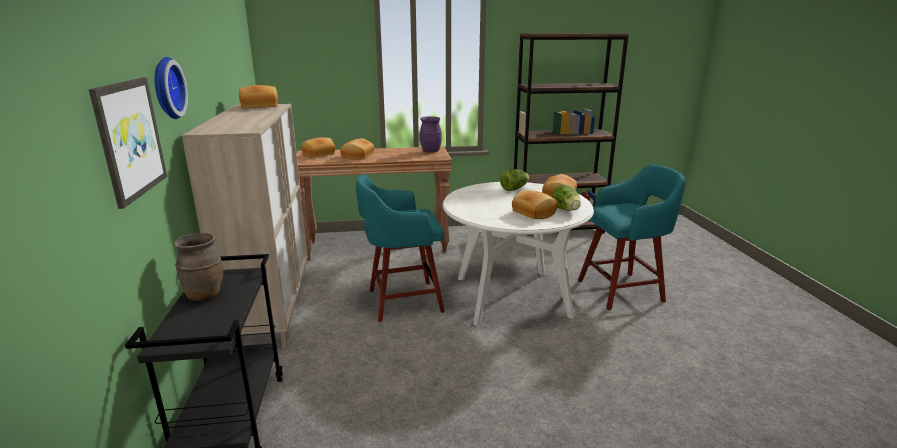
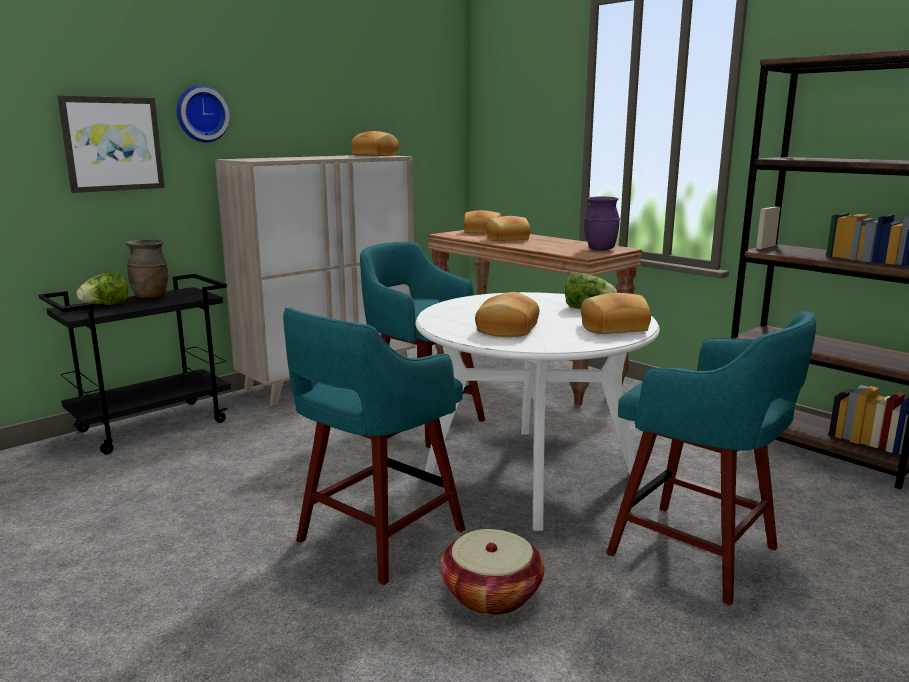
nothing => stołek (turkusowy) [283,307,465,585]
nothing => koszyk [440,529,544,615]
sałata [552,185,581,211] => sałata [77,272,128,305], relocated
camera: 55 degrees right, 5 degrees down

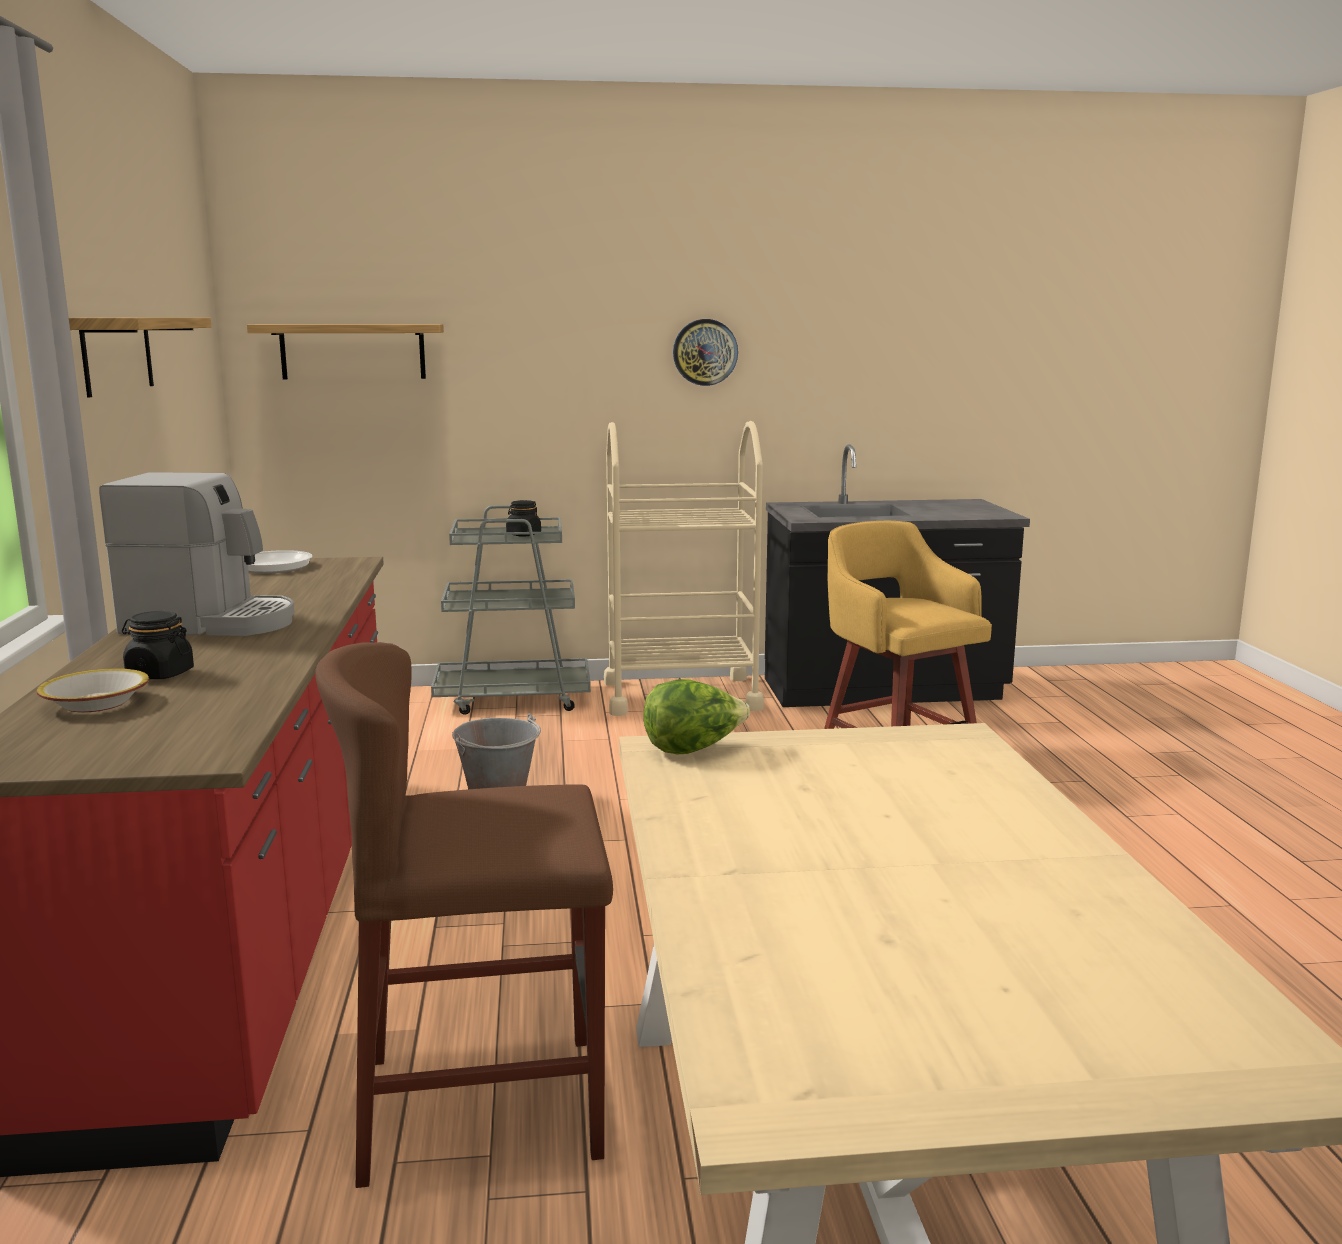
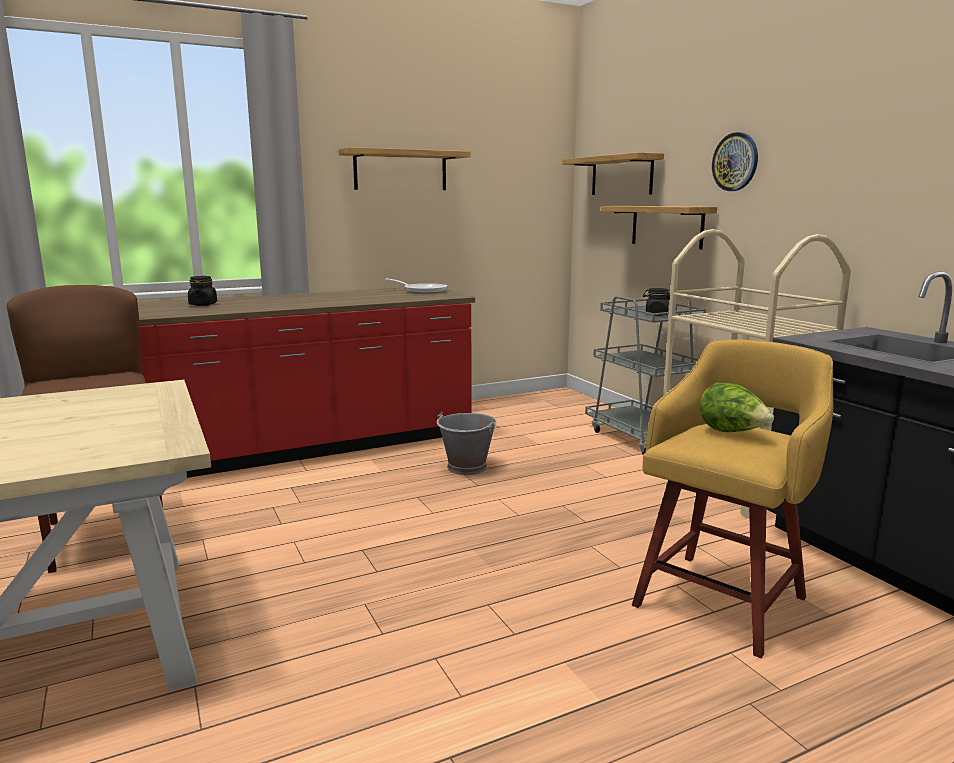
miska [37,668,149,712] => nothing
ekspres do kawy [99,472,294,636] => nothing
nothing => półka [601,206,717,249]
sałata [643,679,750,755] => sałata [700,383,774,432], relocated
zegar ścienny [673,319,738,386] => zegar ścienny [712,132,758,191], relocated
camera: 70 degrees right, 0 degrees up

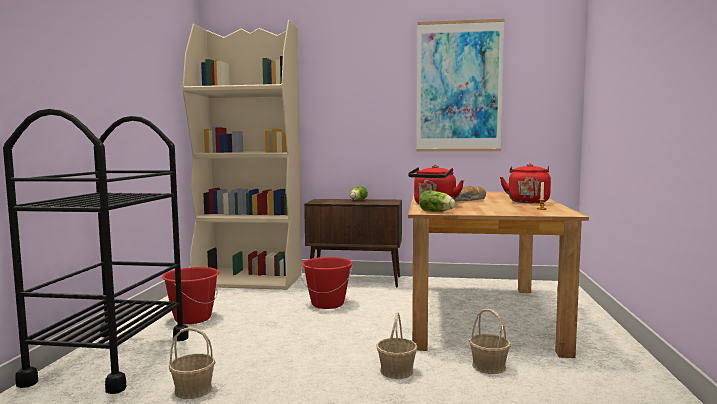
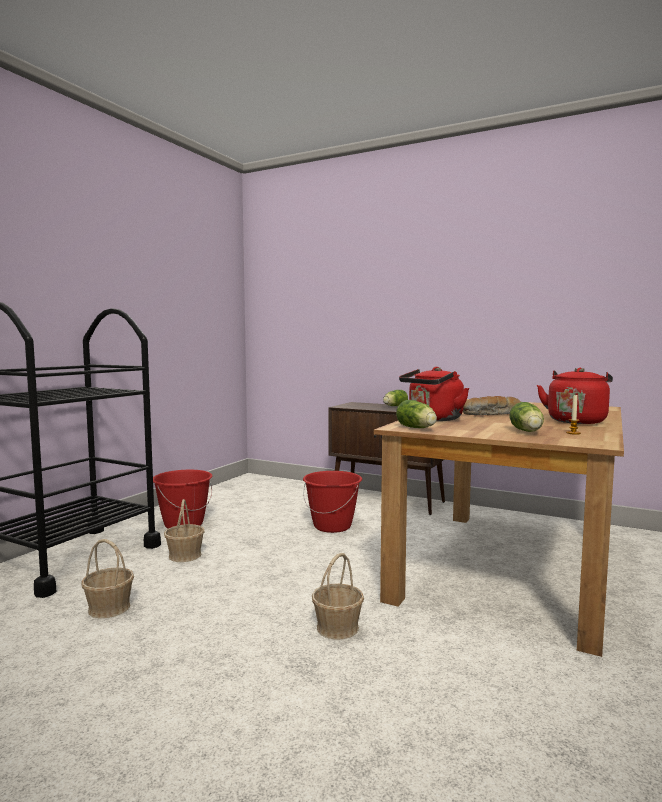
regał (beżowy) [183,20,302,290] => nothing
obraz [417,19,504,151] => nothing
nothing => sałata [510,402,544,432]
koszyk [469,309,511,374] => koszyk [164,499,205,562], relocated
camera: 20 degrees right, 0 degrees up

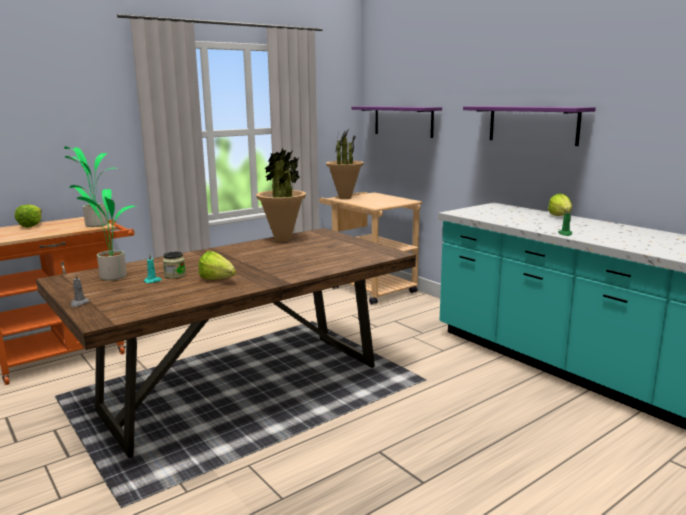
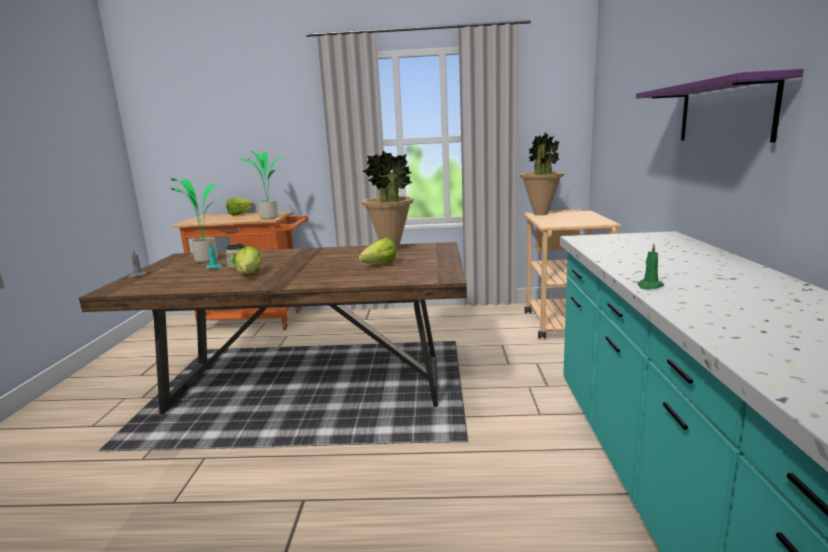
półka (fioletowy) [352,106,442,138] => nothing
sałata [548,193,572,216] => sałata [359,238,396,264], relocated
camera: 40 degrees right, 0 degrees up

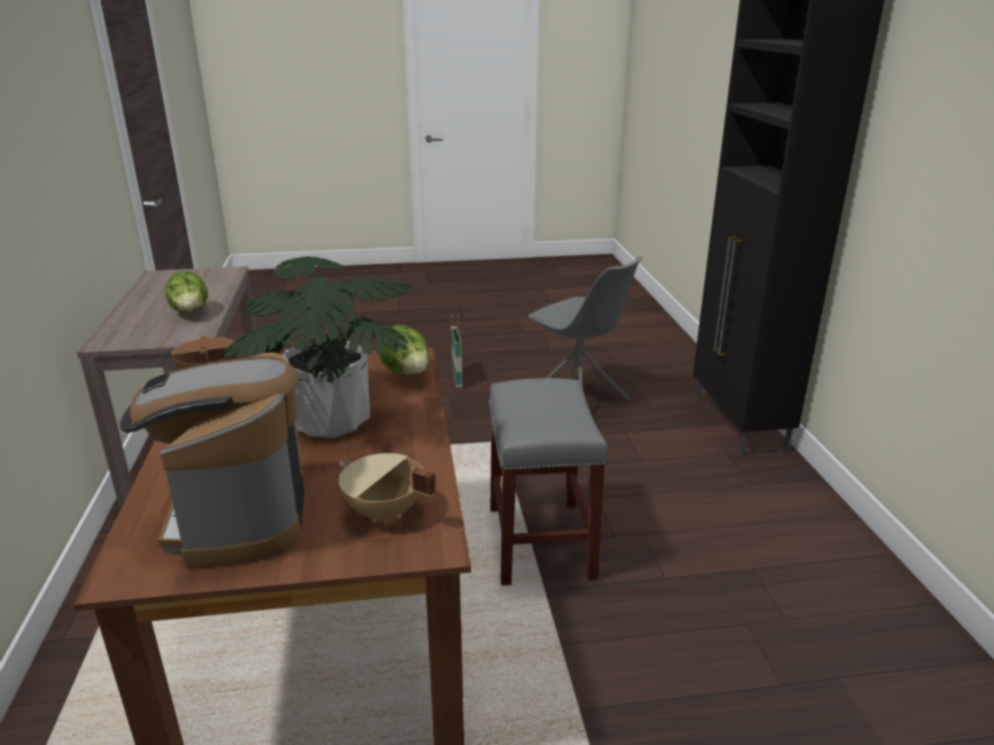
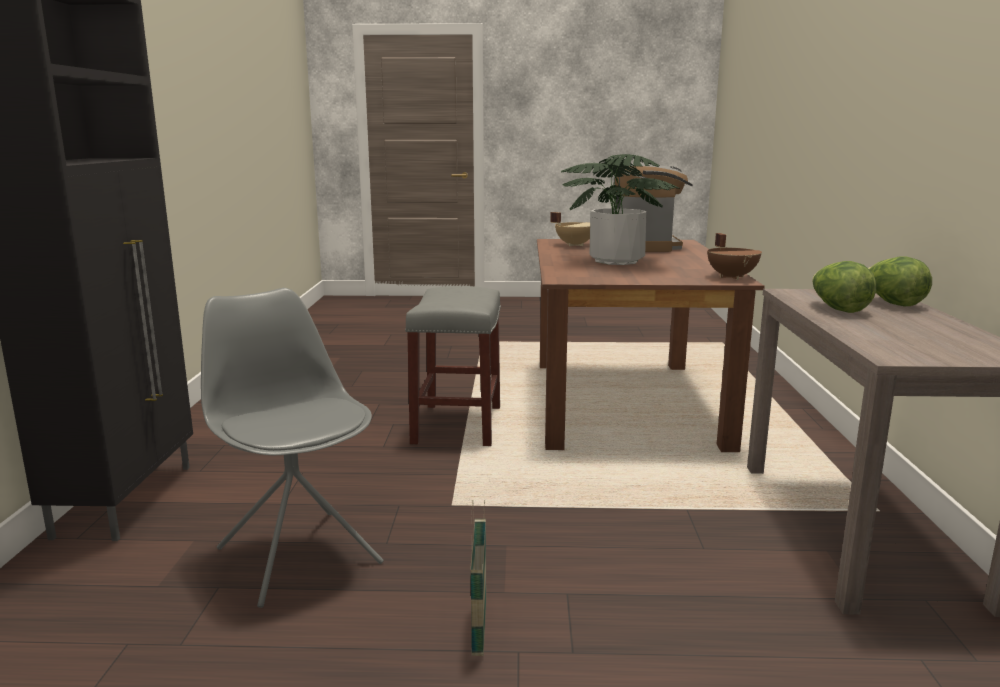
sałata [379,325,430,375] => sałata [868,256,932,306], relocated
camera: 170 degrees left, 10 degrees down

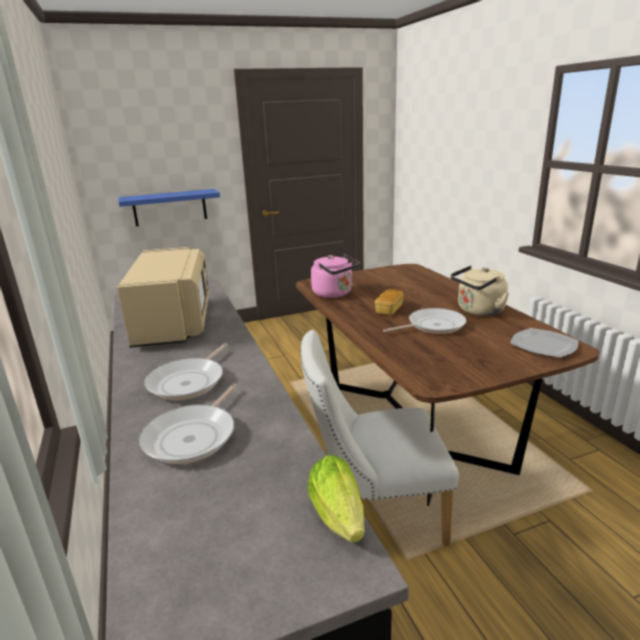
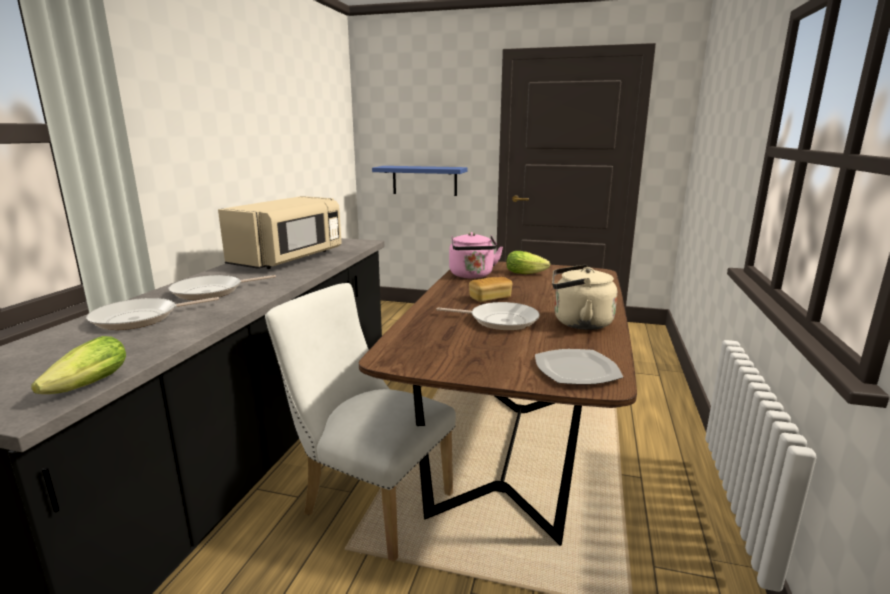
nothing => sałata [506,251,550,274]
camera: 35 degrees right, 5 degrees down

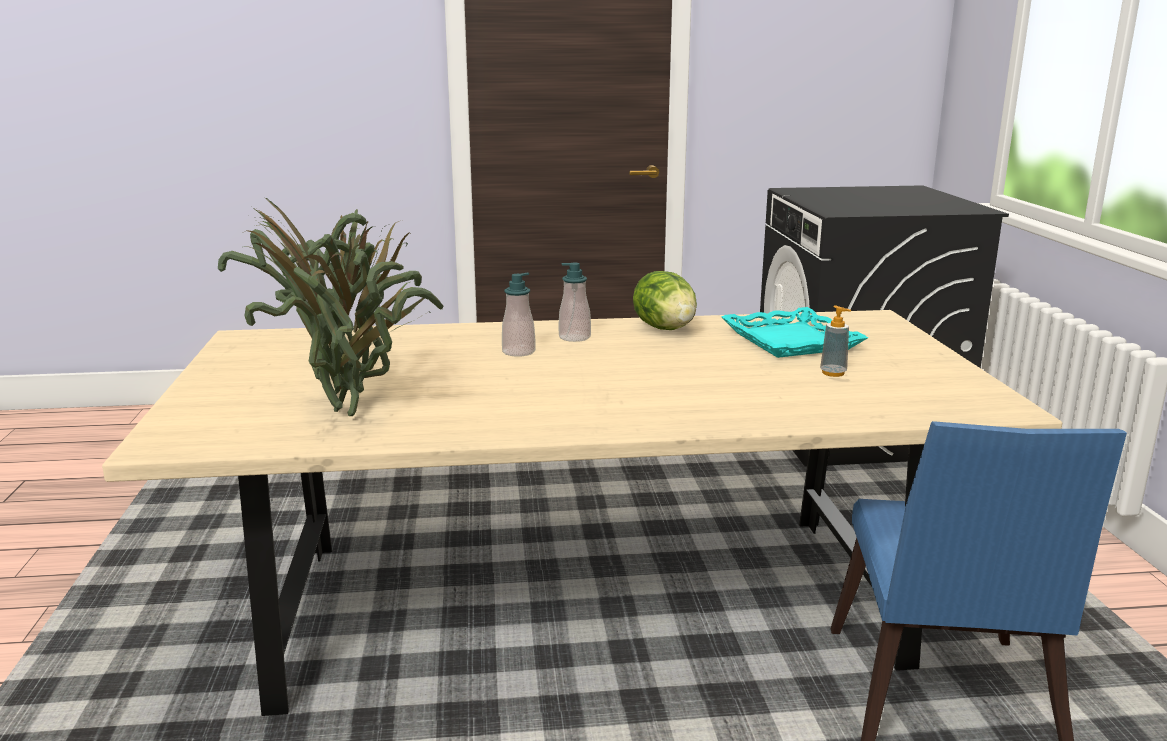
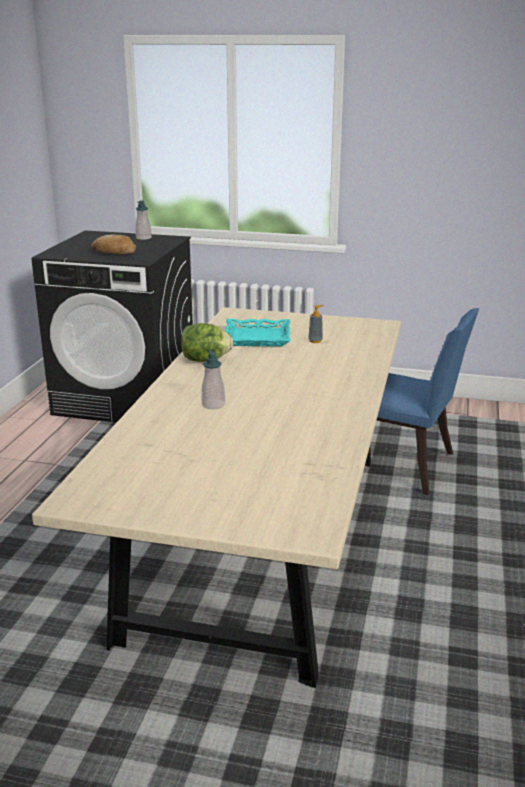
roślina doniczkowa [218,196,444,416] => nothing
nothing => chleb [92,235,136,254]
dozownik mydła [559,262,591,342] => dozownik mydła [135,200,152,240], relocated
camera: 70 degrees left, 5 degrees up

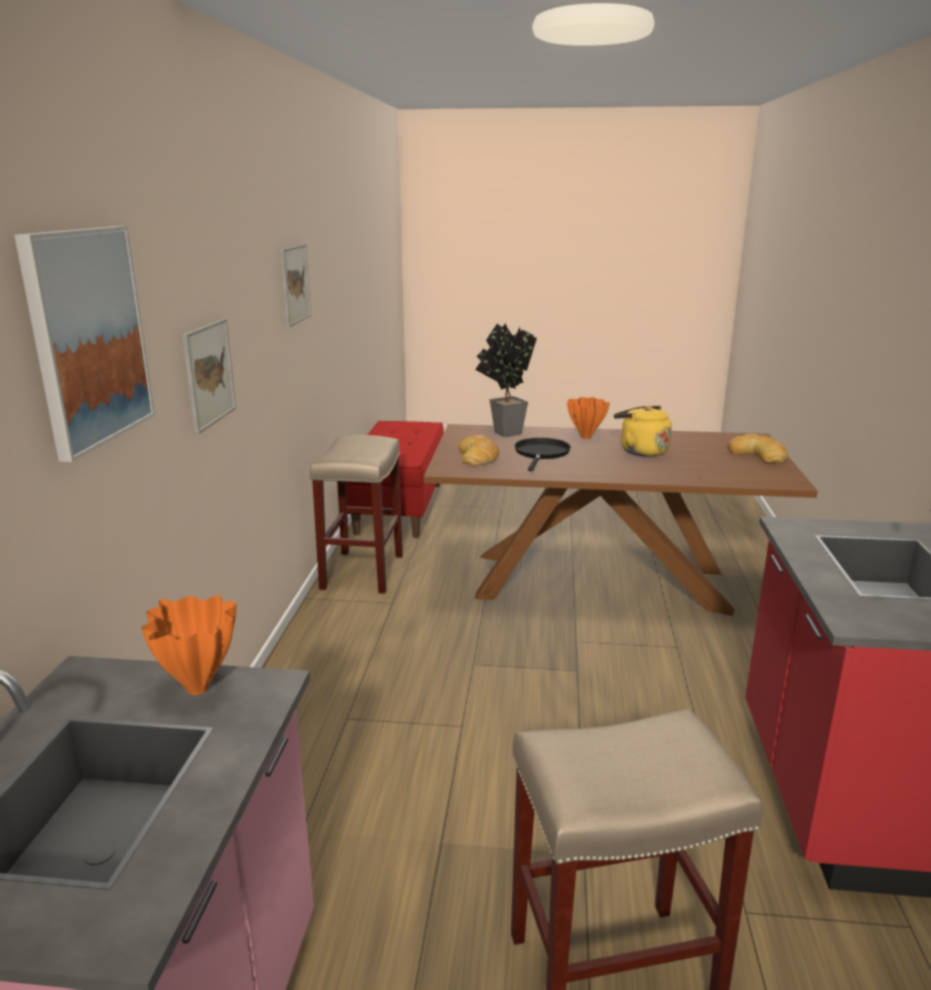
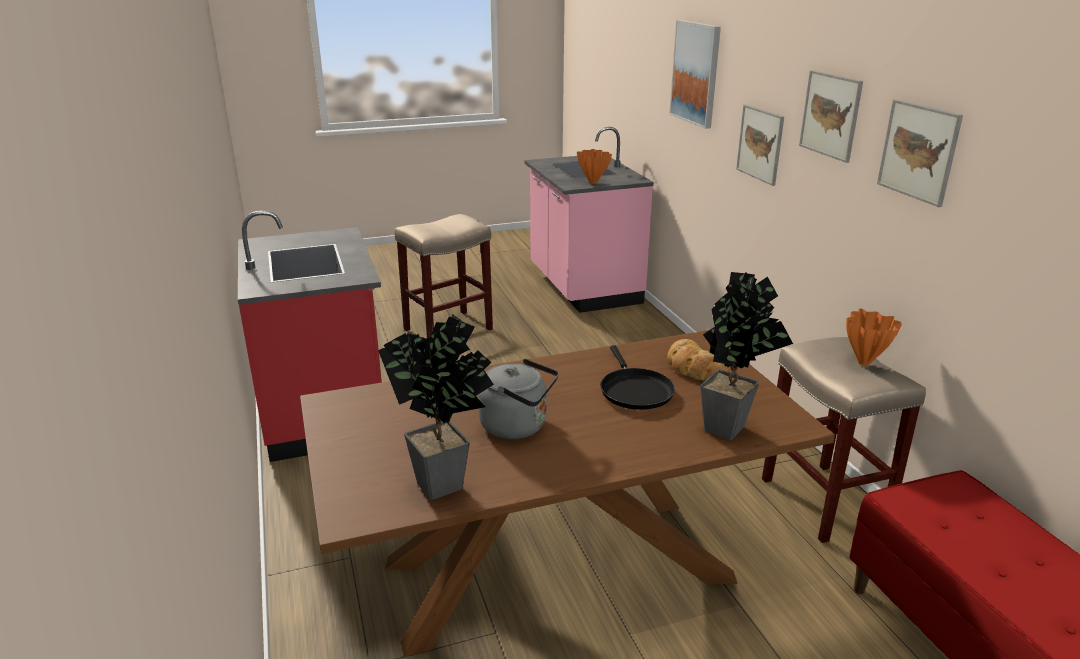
chleb [728,434,788,464] => nothing
nothing => roślina doniczkowa [378,314,494,500]
nothing => obraz [799,70,863,163]
wazon (pomarańczowy) [567,397,610,439] => wazon (pomarańczowy) [846,309,902,366], relocated
czajnik (żółty) [614,406,672,457] => czajnik (szary) [478,359,558,439]
camera: 155 degrees right, 5 degrees up

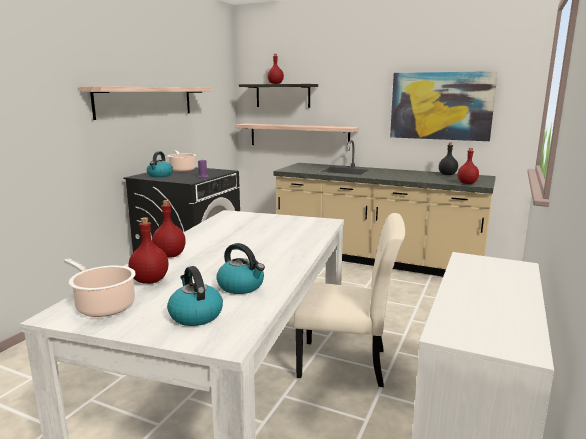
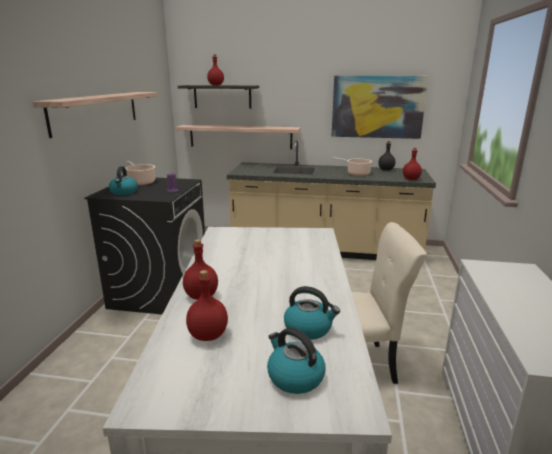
garnek [64,259,136,317] => garnek [332,157,372,176], relocated
camera: 15 degrees left, 5 degrees up

